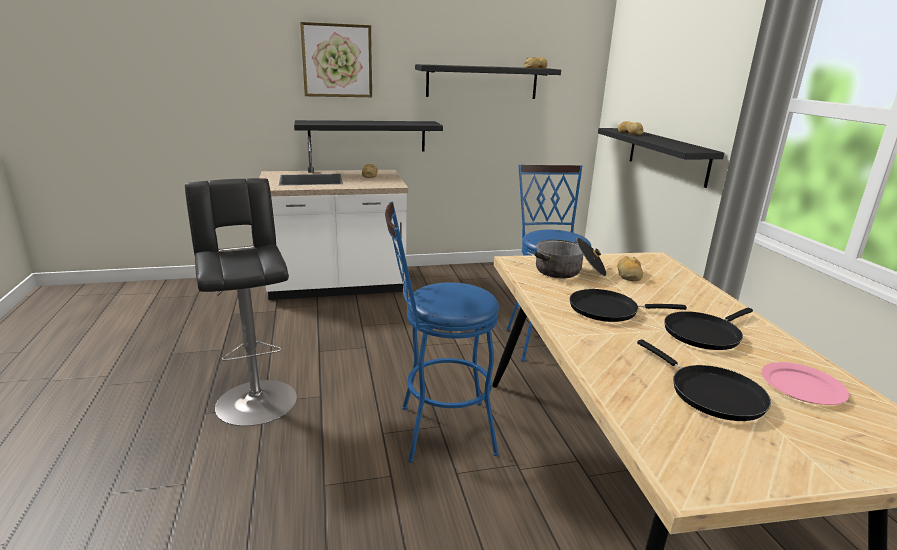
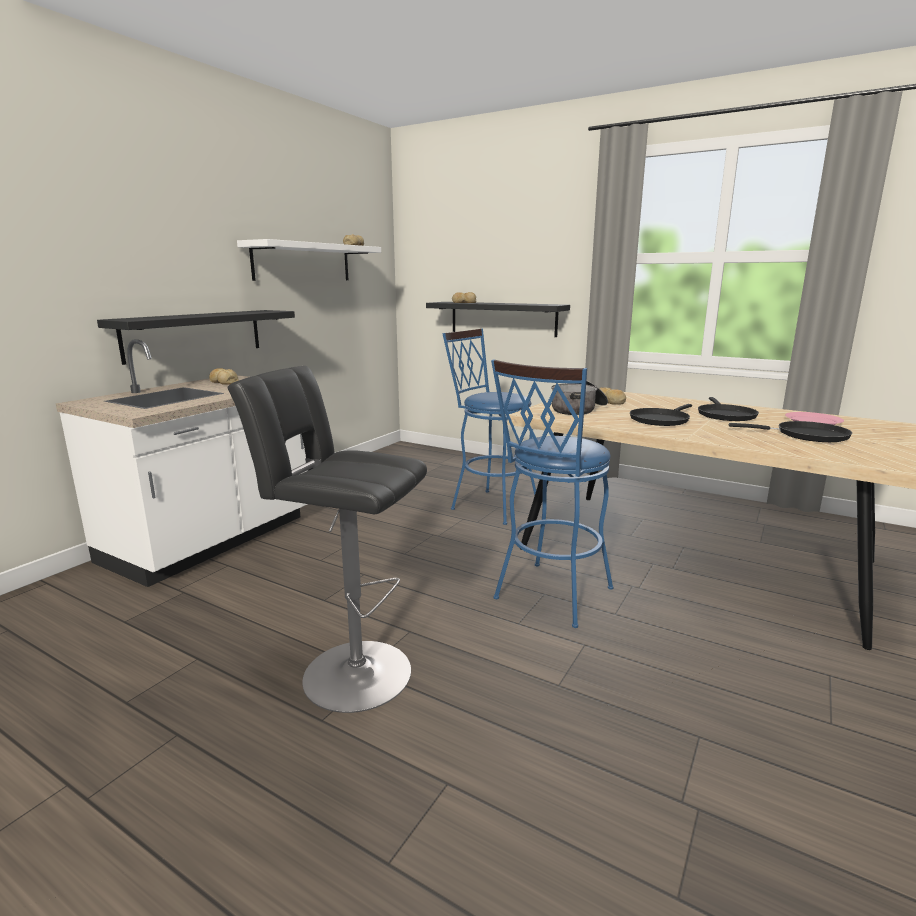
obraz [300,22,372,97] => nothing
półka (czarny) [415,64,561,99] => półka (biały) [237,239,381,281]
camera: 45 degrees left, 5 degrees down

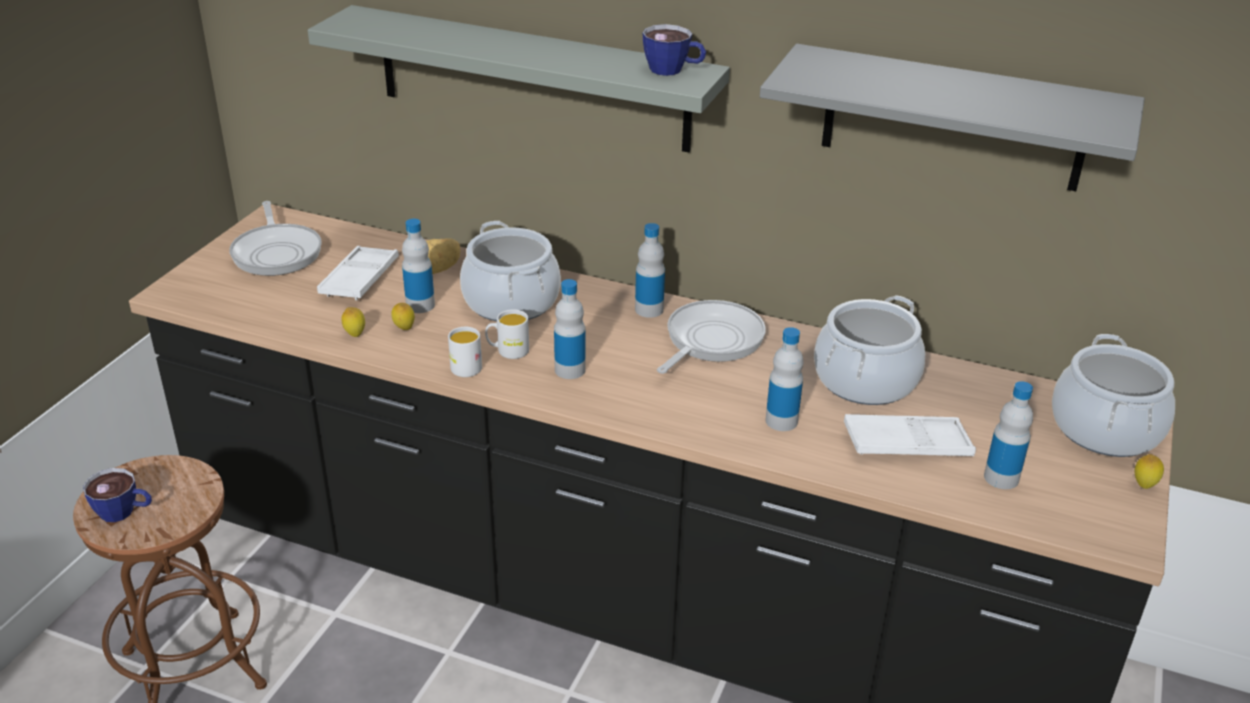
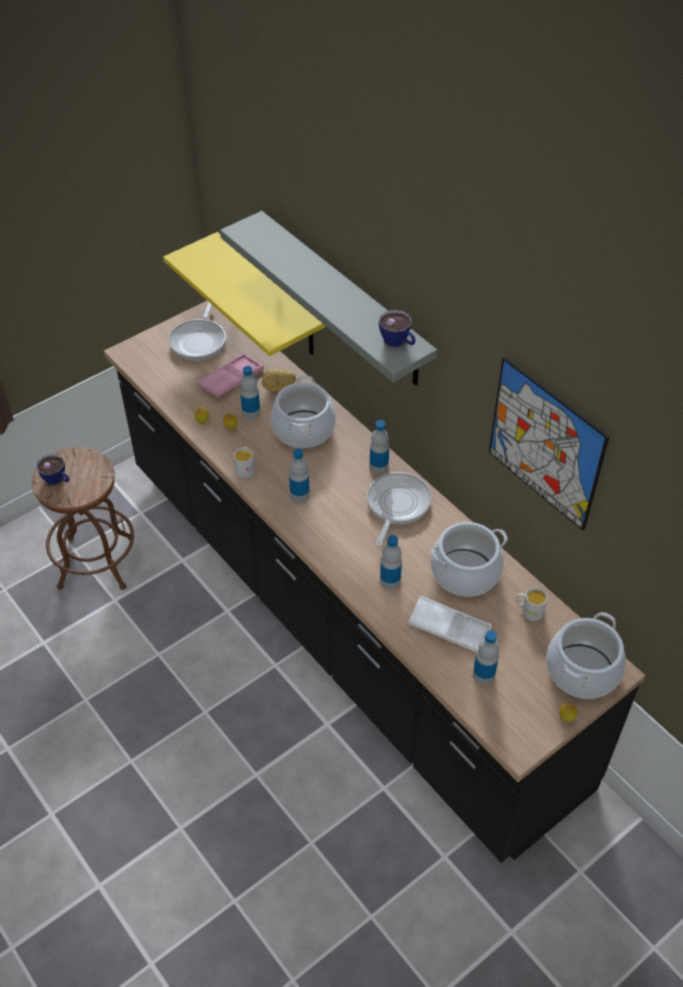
nothing => półka (żółty) [163,232,326,356]
kubek (biały) [485,309,529,359] => kubek (biały) [516,588,548,621], relocated
półka (szary) [760,44,1145,191] => obraz [489,356,610,531]
taca (biały) [317,246,399,300] => taca (różowy) [198,353,264,398]
patelnia [657,300,766,374] => patelnia [367,472,431,547], 45 degrees counterclockwise
camera: 30 degrees right, 15 degrees up

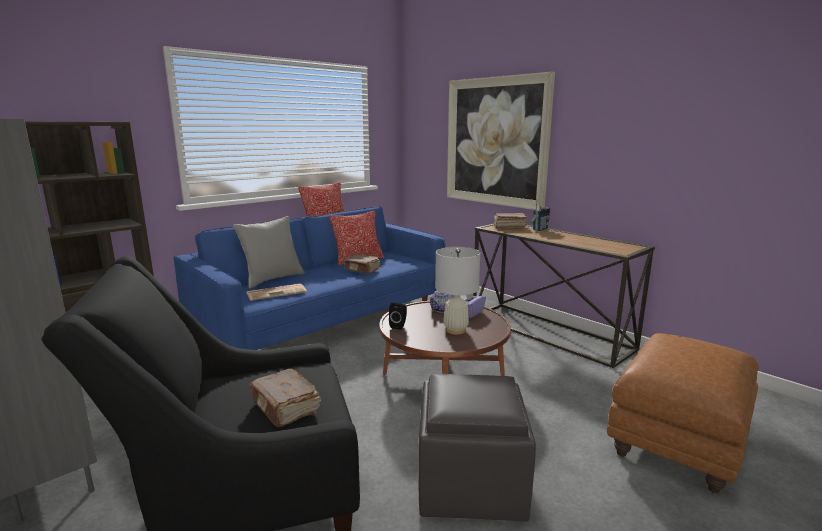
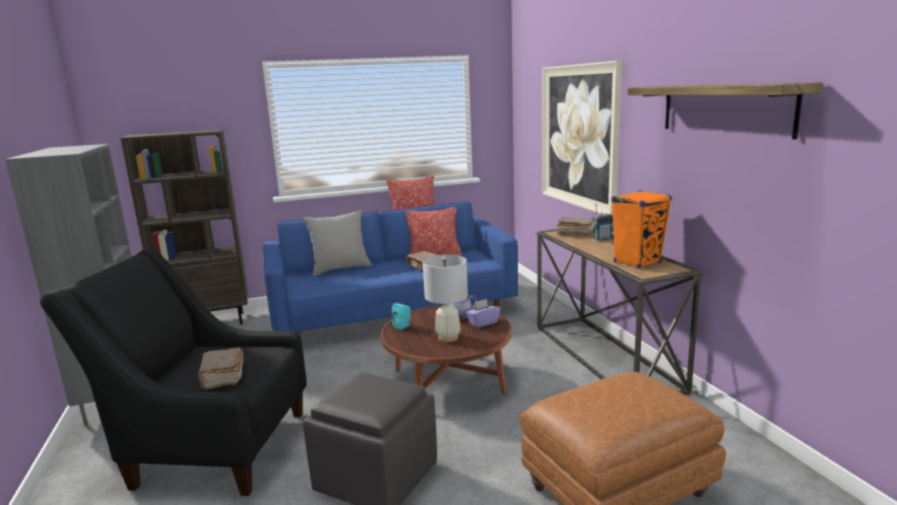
gazeta [246,284,307,301] => nothing
nothing => głośnik (pomarańczowy) [611,190,672,269]
nothing => półka [628,82,823,139]
głośnik (czarny) [389,303,407,330] => głośnik (turkusowy) [392,303,411,330]
camera: 25 degrees right, 0 degrees up

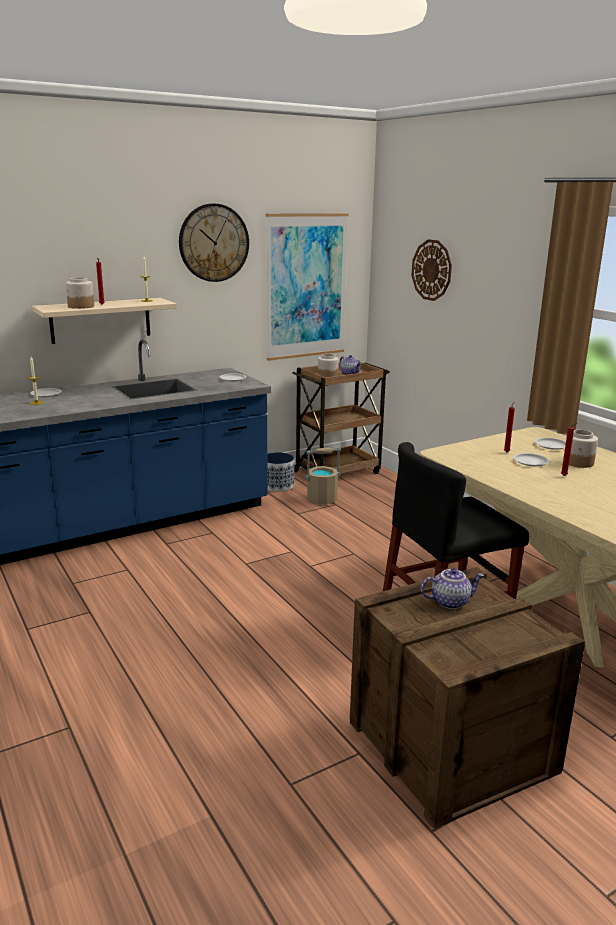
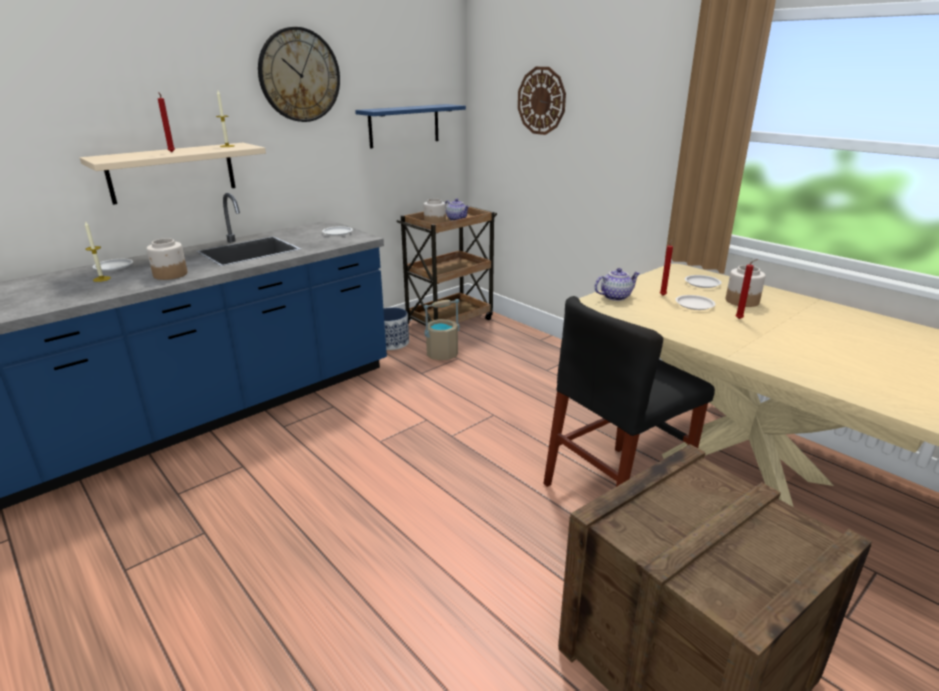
słoik [66,277,94,309] => słoik [147,238,188,280], relocated
imbryk [421,568,484,609] => imbryk [595,268,640,301], relocated
obraz [266,213,349,361] => półka (niebieski) [355,104,466,149]
camera: 10 degrees left, 5 degrees up

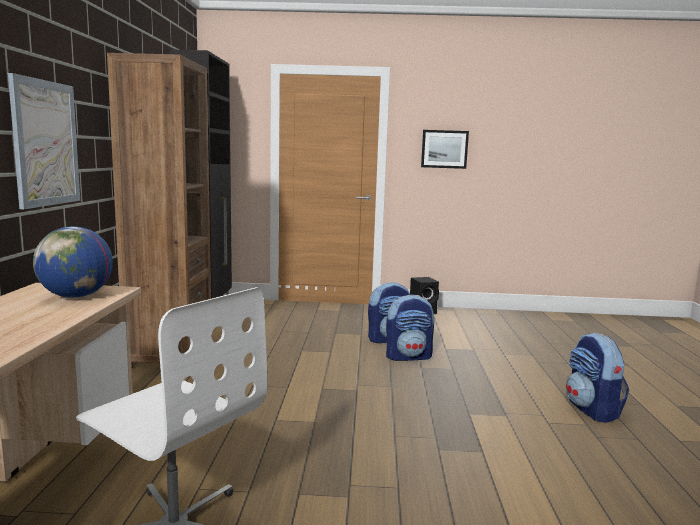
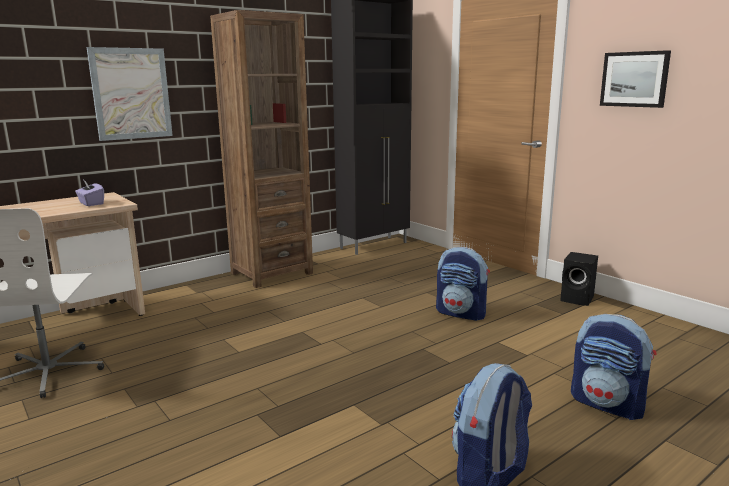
plecak [386,295,434,361] => plecak [571,314,656,420], relocated
globus [33,226,113,298] => pudełko chusteczek (fioletowy) [75,180,104,206]
camera: 50 degrees right, 5 degrees up

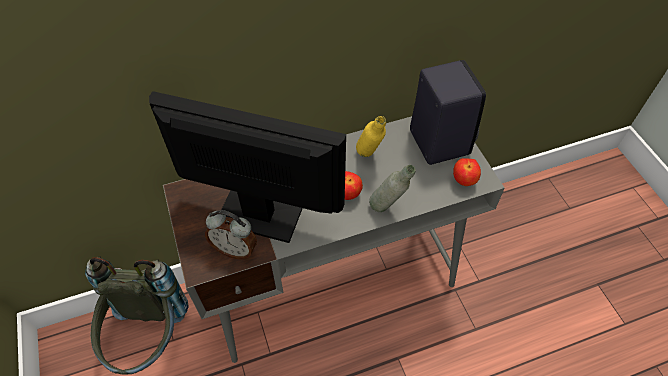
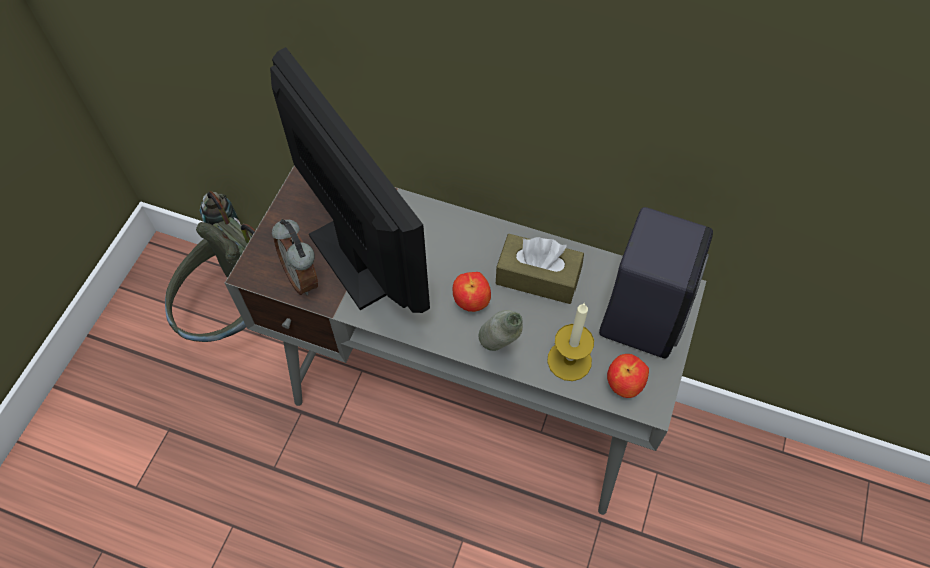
nothing => świeca [547,303,594,381]
butelka (żółty) [356,116,386,157] => pudełko chusteczek (brązowy) [496,234,584,304]
camera: 40 degrees right, 5 degrees up

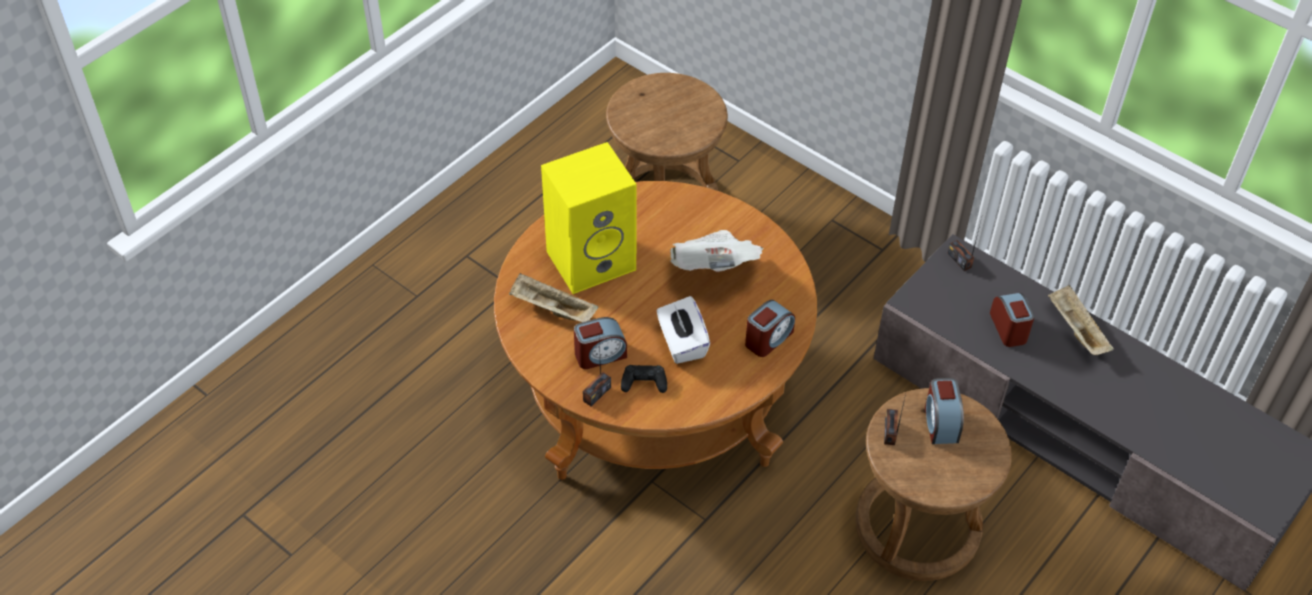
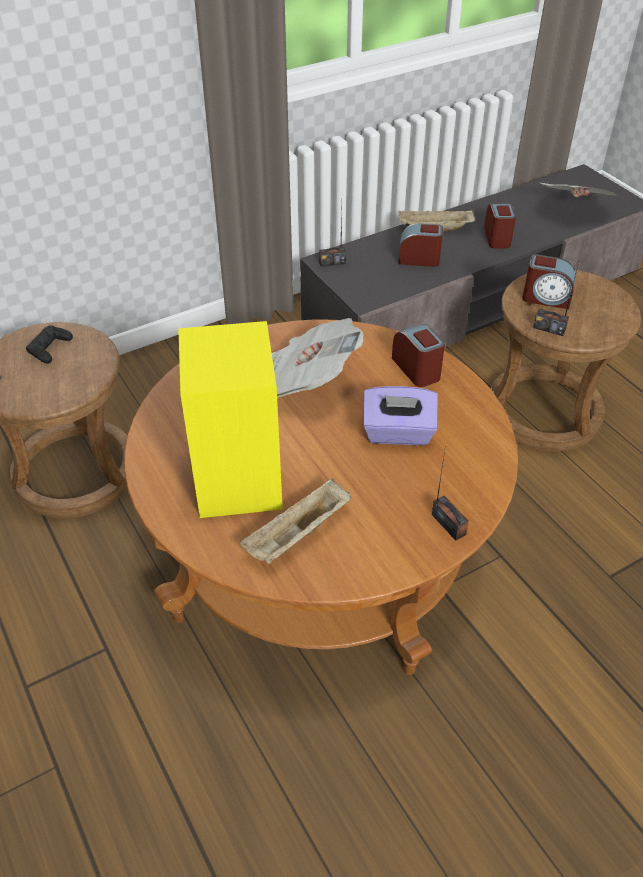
nothing => gazeta [540,183,618,197]
budzik [574,317,627,369] => budzik [484,204,516,248], relocated
pad do gier (czarny) [621,365,667,393] => pad do gier (czarny) [26,325,73,363], relocated
pudełko chusteczek (biały) [657,296,710,364] => pudełko chusteczek (fioletowy) [363,386,438,445]
camera: 70 degrees left, 5 degrees down

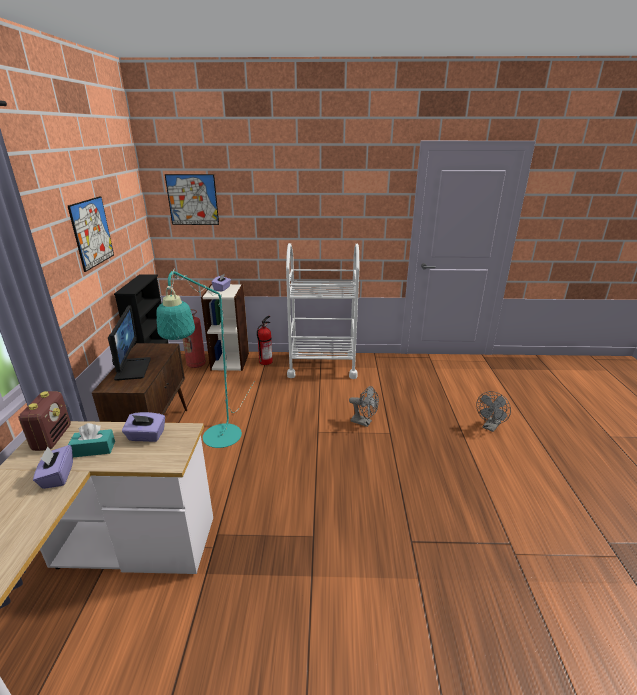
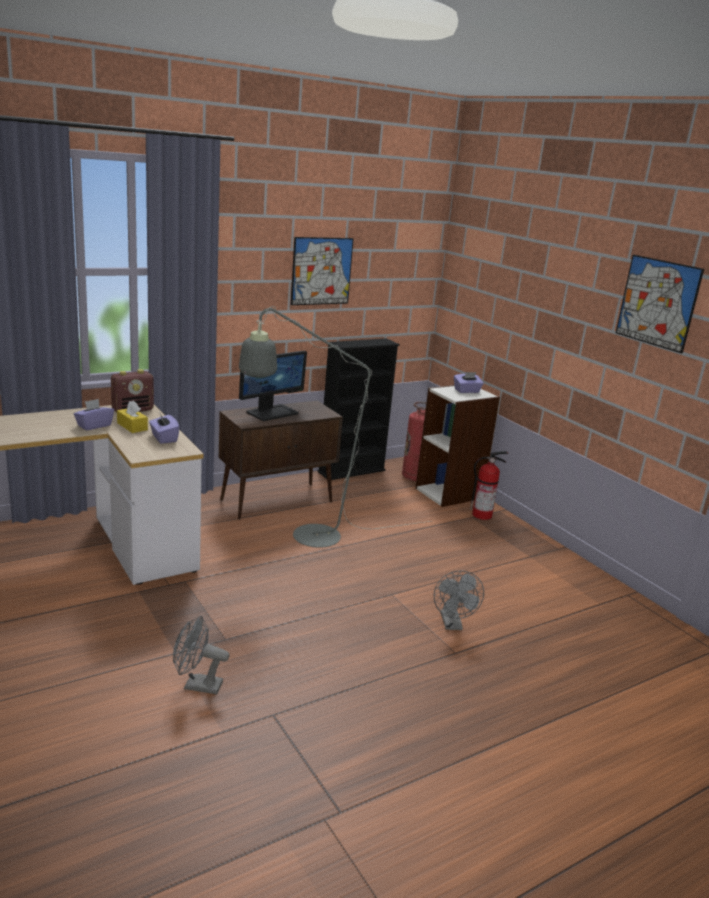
wózek (biały) [286,243,359,379] => nothing
obraz [165,174,219,225] => obraz [616,255,704,353], relocated
wentylator (szary) [476,391,511,432] => wentylator (szary) [173,616,229,695], relocated
pudełko chusteczek (turkusowy) [68,423,115,457] => pudełko chusteczek (żółty) [117,401,148,433]
lampa stojąca (turkusowy) [156,268,255,448] => lampa stojąca (szary) [239,306,432,548]
camera: 55 degrees right, 5 degrees down

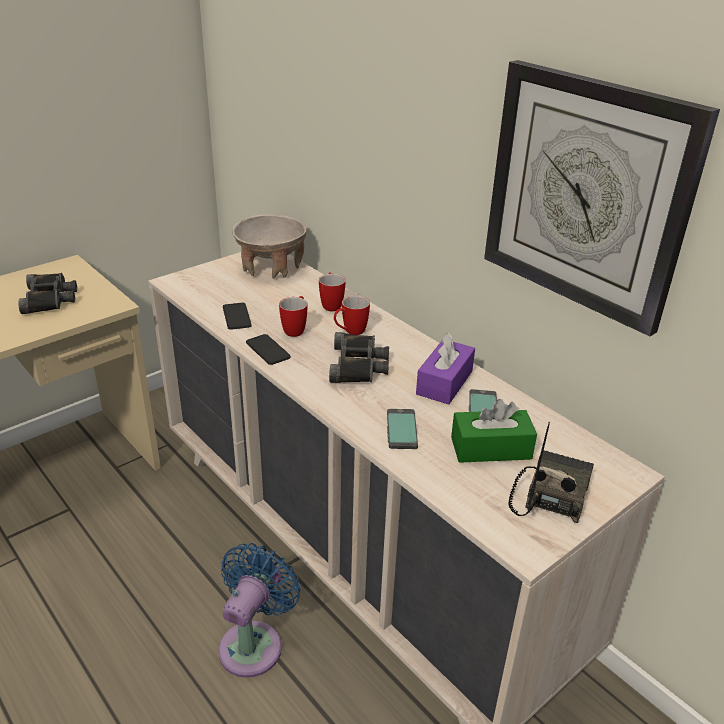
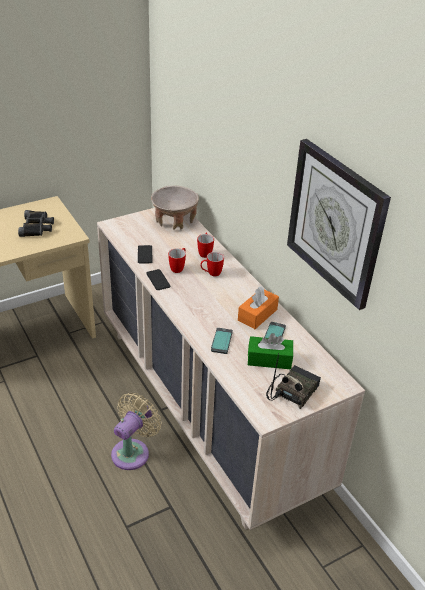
lornetka (czarny) [329,332,389,383] => nothing
wentylator (niebieski) [218,543,301,678] => wentylator (beżowy) [111,393,161,470]
pudełko chusteczek (fioletowy) [416,333,475,405] => pudełko chusteczek (pomarańczowy) [238,286,279,329]
camera: 10 degrees right, 5 degrees up

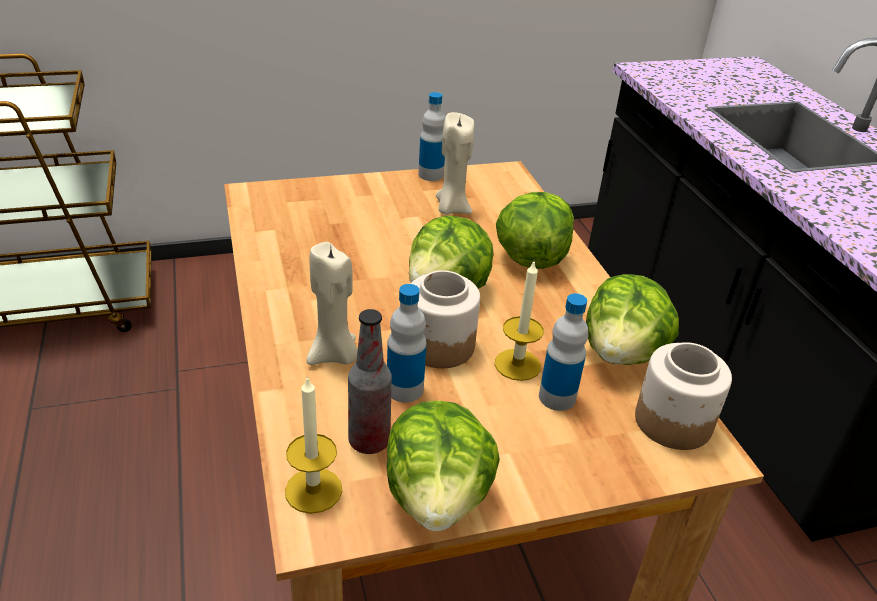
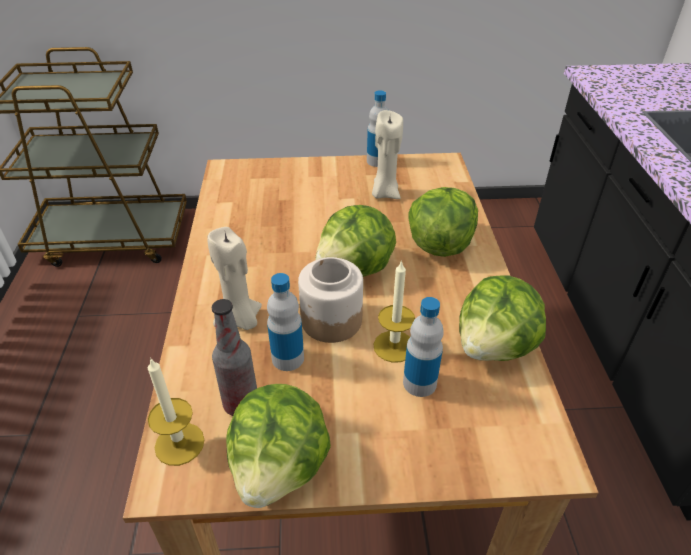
słoik [635,342,732,450] => nothing
camera: 15 degrees right, 5 degrees up

